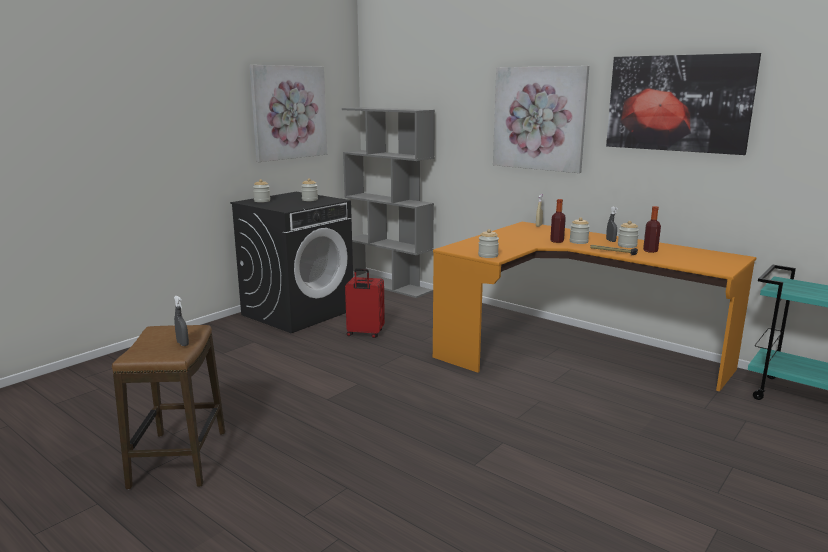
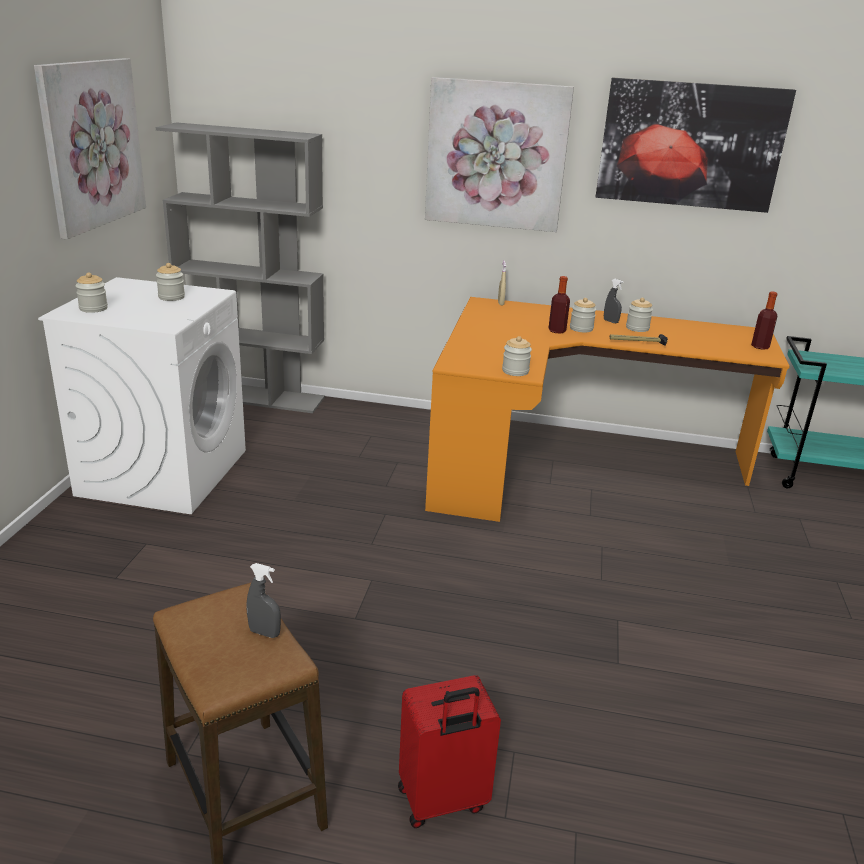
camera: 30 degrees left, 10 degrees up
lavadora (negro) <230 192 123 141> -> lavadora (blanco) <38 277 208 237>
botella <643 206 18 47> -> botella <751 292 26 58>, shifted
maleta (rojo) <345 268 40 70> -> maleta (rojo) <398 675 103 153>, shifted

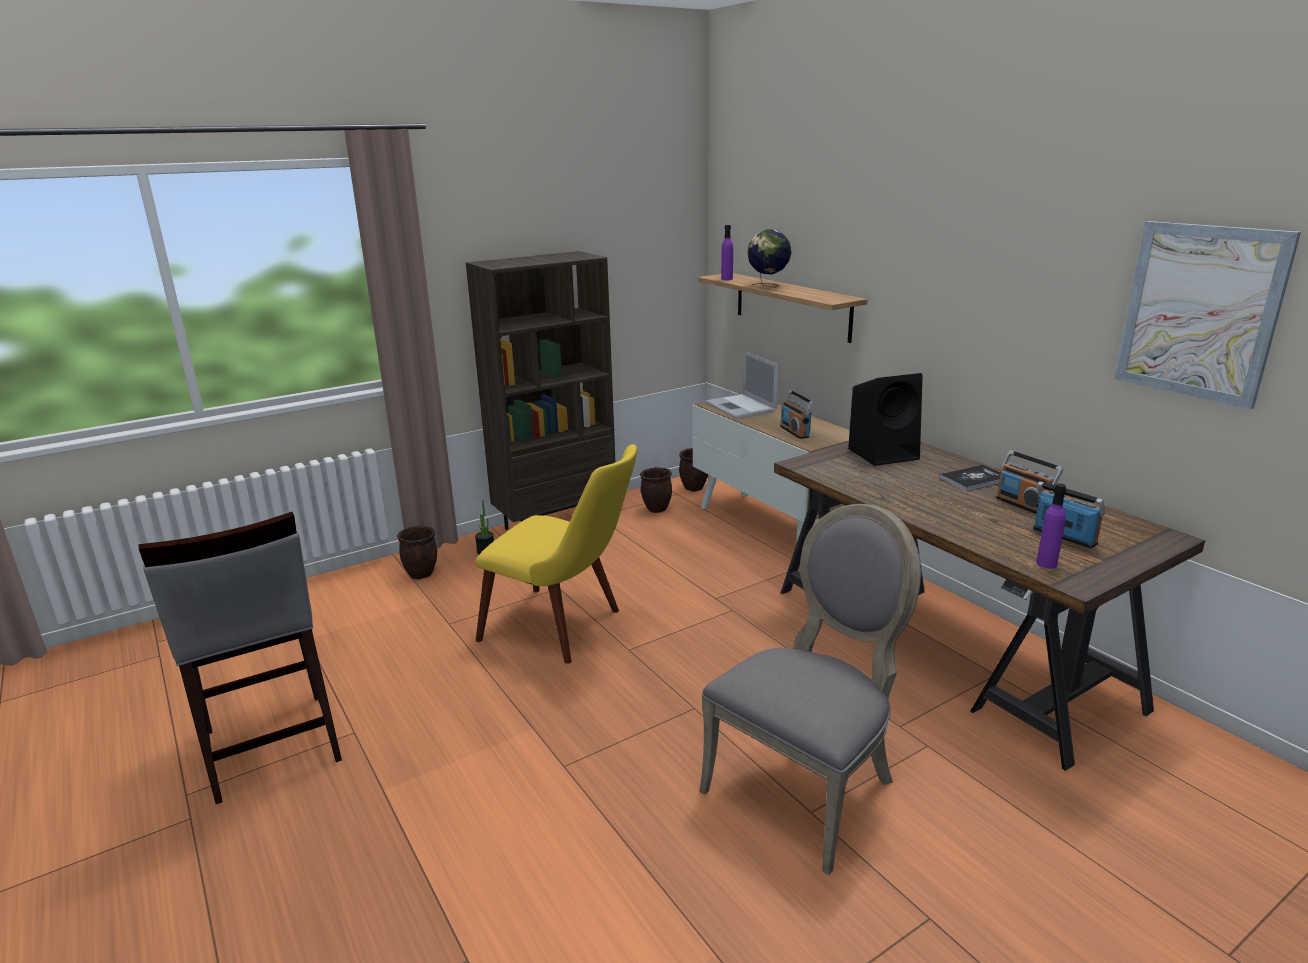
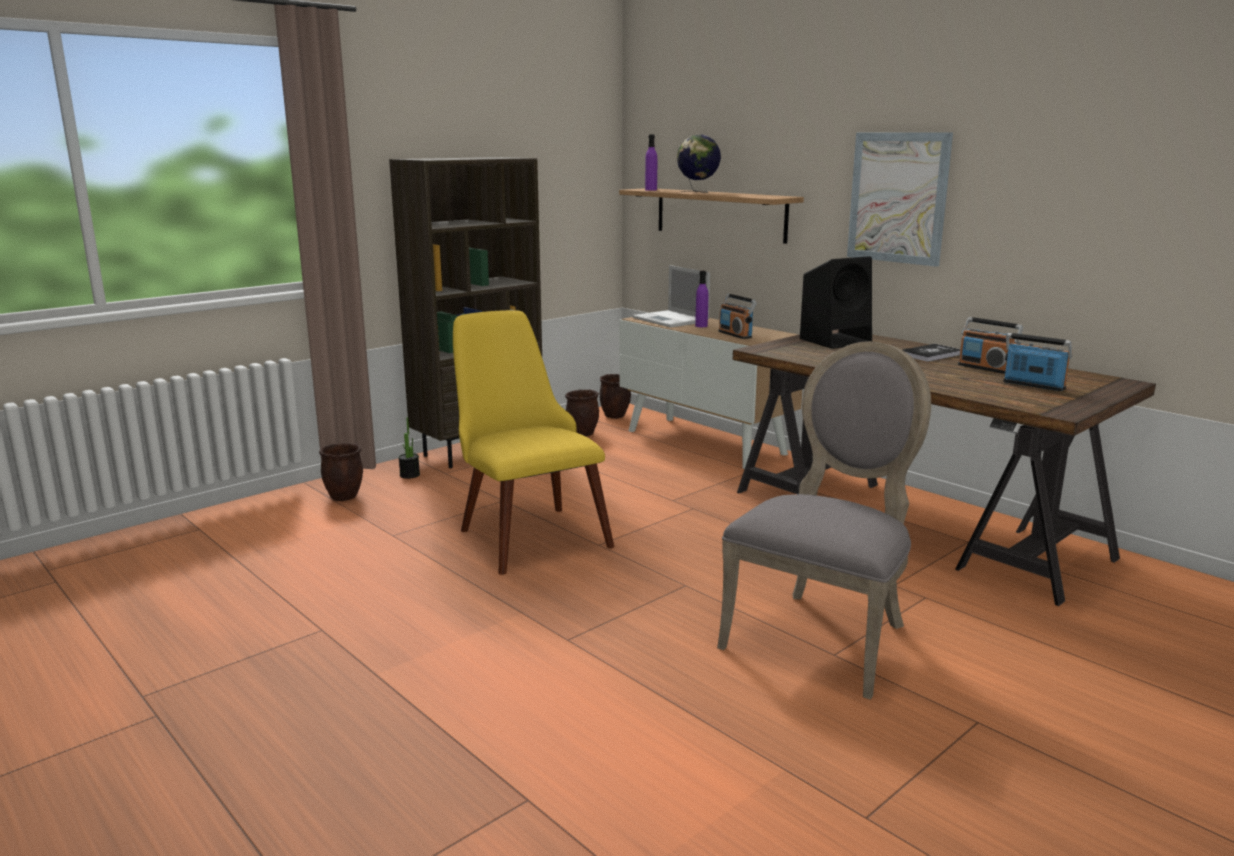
camera: 10 degrees left, 5 degrees down
cuadro <1114 221 187 188> -> cuadro <847 132 106 135>, shifted
silla (amarillo) <475 444 162 220> -> silla (amarillo) <453 310 161 265>, 135 degrees counterclockwise
botella (morado) <1036 483 30 86> -> botella (morado) <695 271 13 56>, shifted
taburete (gris) <139 512 203 292> -> none

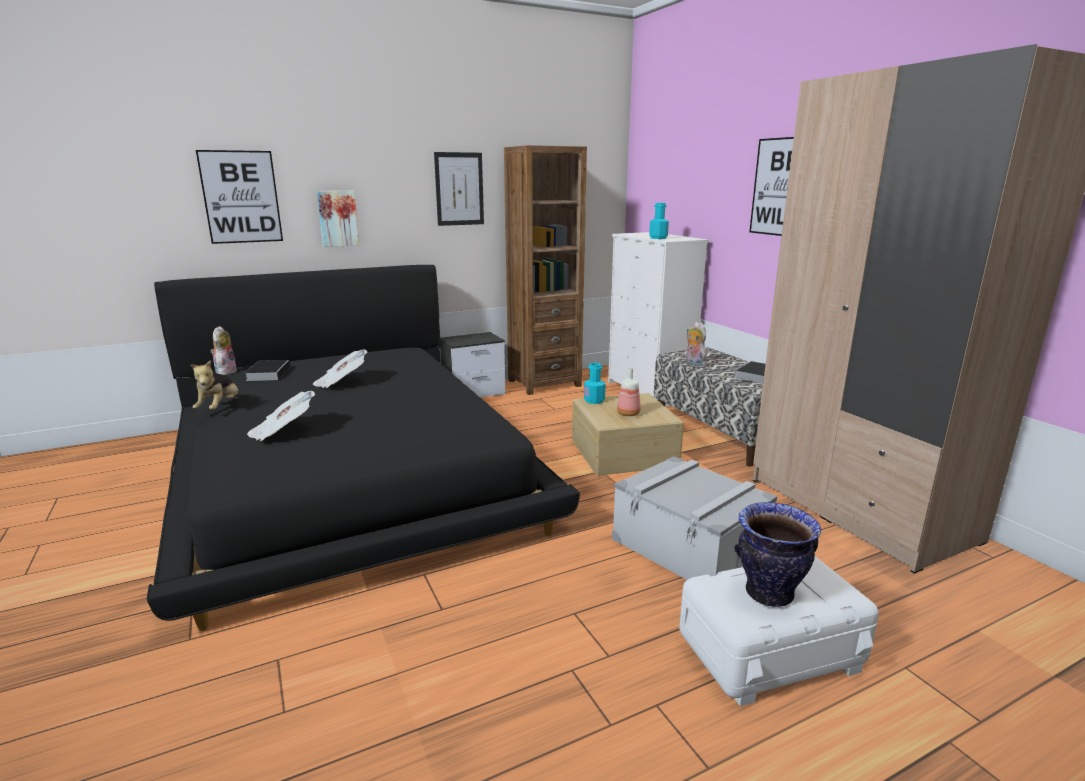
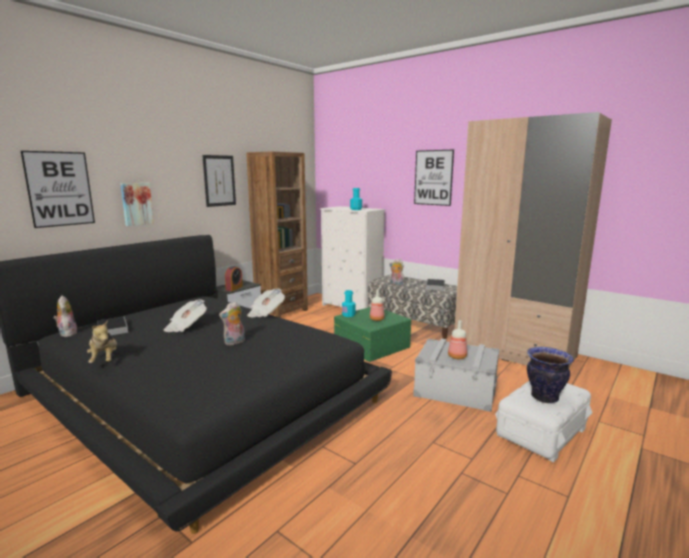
camera: 25 degrees left, 5 degrees down
periódico <247 391 68 51> -> periódico <247 288 38 29>, shifted
caja de almacenaje (beis) <572 393 112 83> -> caja de almacenaje (verde) <334 307 77 55>
none -> despertador <225 266 18 25>
none -> peluche <219 301 26 45>
none -> botella <448 320 19 39>

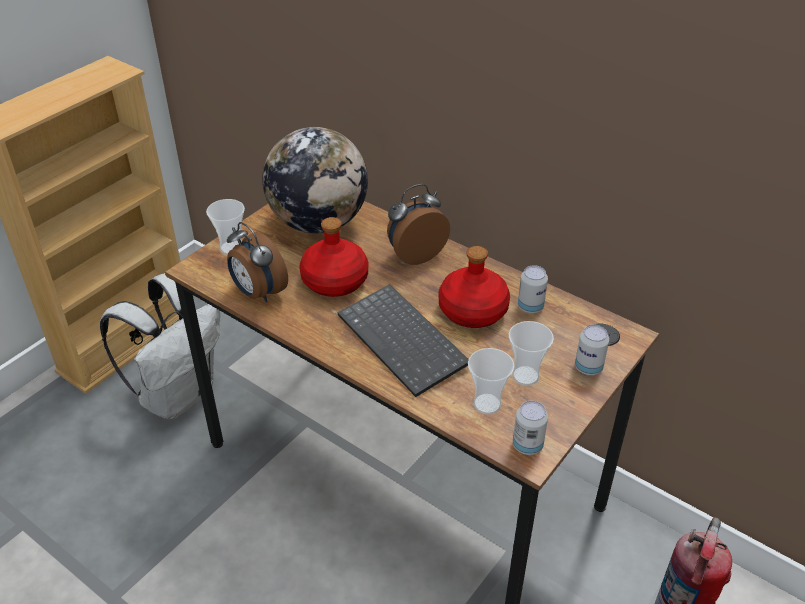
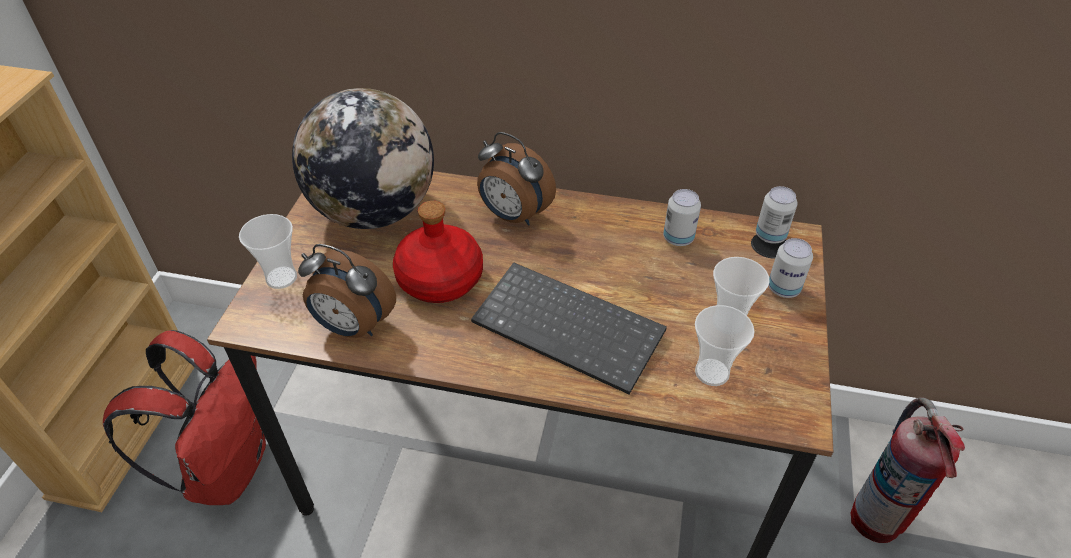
camera: 25 degrees left, 5 degrees up
despertador <387 184 63 81> -> despertador <477 132 79 94>, 90 degrees counterclockwise
botella (rojo) <438 246 72 82> -> none
mochila (blanco) <100 273 120 146> -> mochila (rojo) <103 330 163 175>
lata <513 401 35 54> -> lata <756 186 42 57>, shifted

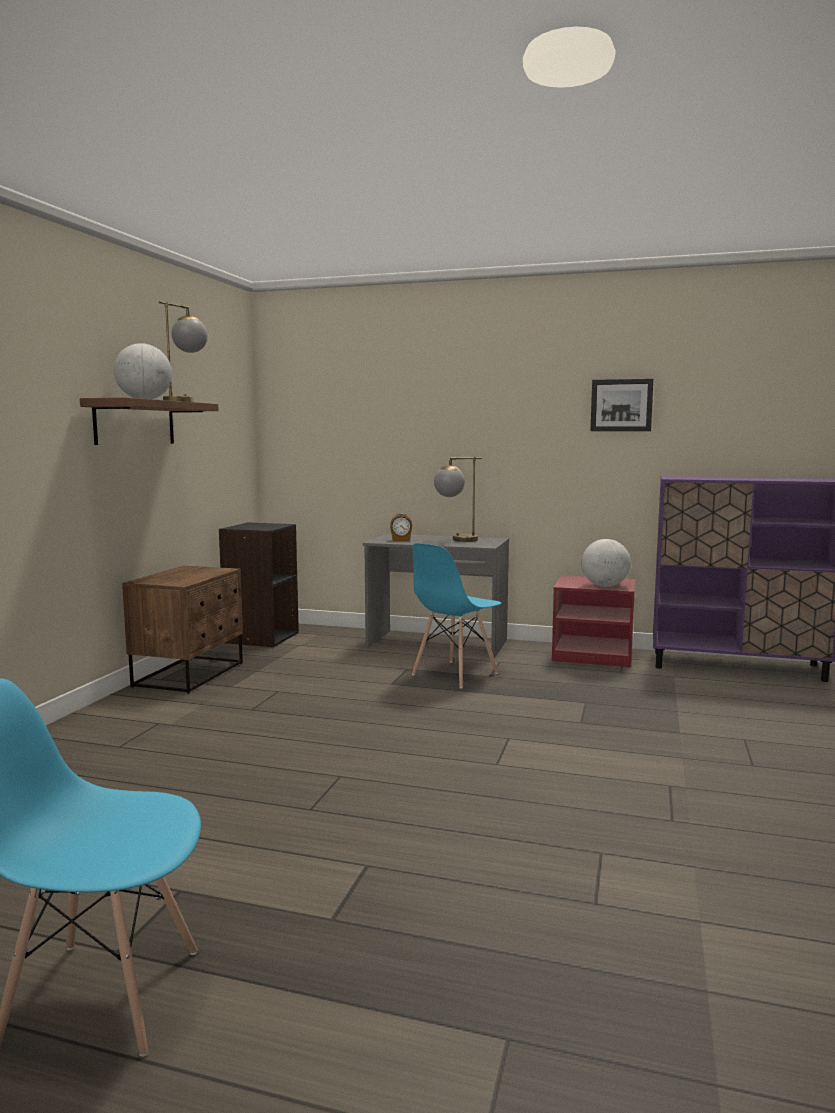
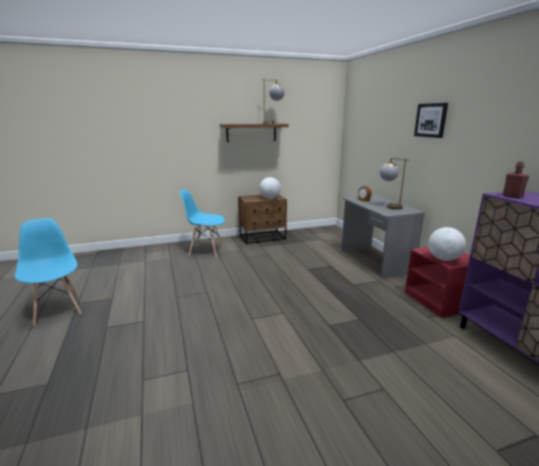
camera: 55 degrees right, 10 degrees up
globo terráqueo <114 343 58 56> -> globo terráqueo <259 177 22 22>, shifted
cuadro <590 379 63 52> -> cuadro <414 103 34 35>, shifted
estantería (negro) <219 522 80 125> -> none
silla (azul) <412 543 89 145> -> silla (azul) <180 189 45 68>, shifted
none -> botella (rojo) <502 161 27 38>

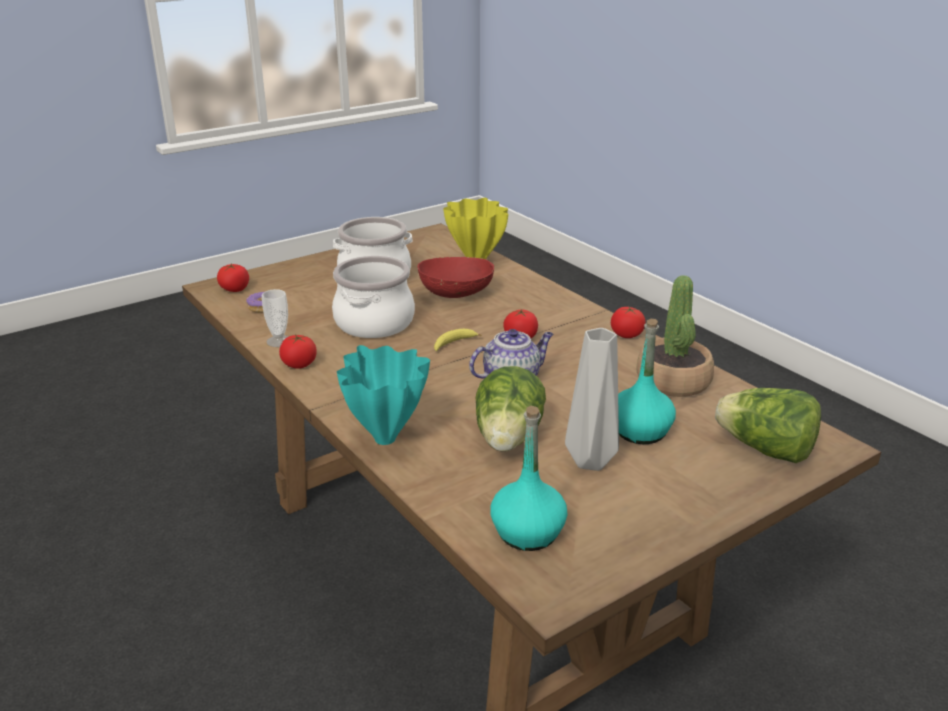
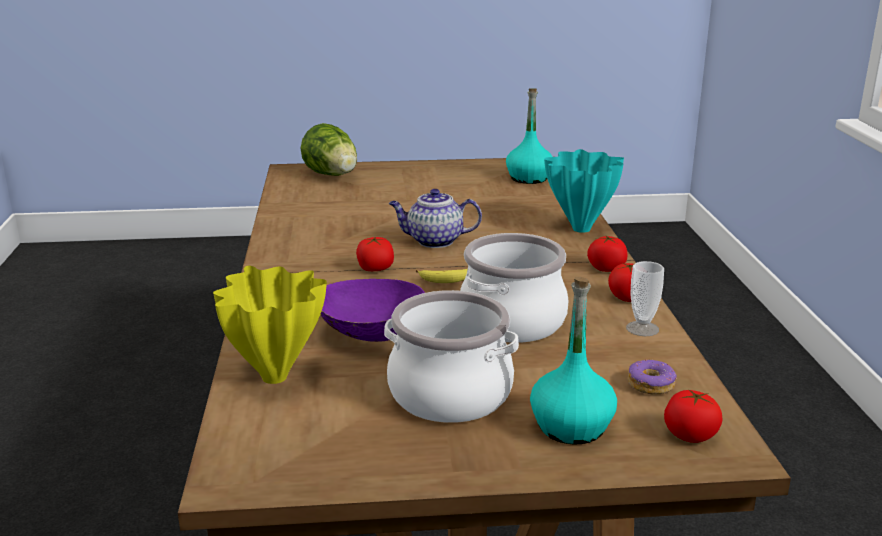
camera: 150 degrees left, 5 degrees down
cuenco (rojo) <417 257 77 41> -> cuenco (morado) <320 279 105 63>
planta en maceta <637 275 77 122> -> none
tomate <611 307 35 31> -> tomate <587 236 41 36>, shifted
botella (turquesa) <618 319 58 125> -> botella (turquesa) <530 277 87 167>, shifted
florero (gris) <565 328 54 143> -> none
lechuga <476 366 70 85> -> none

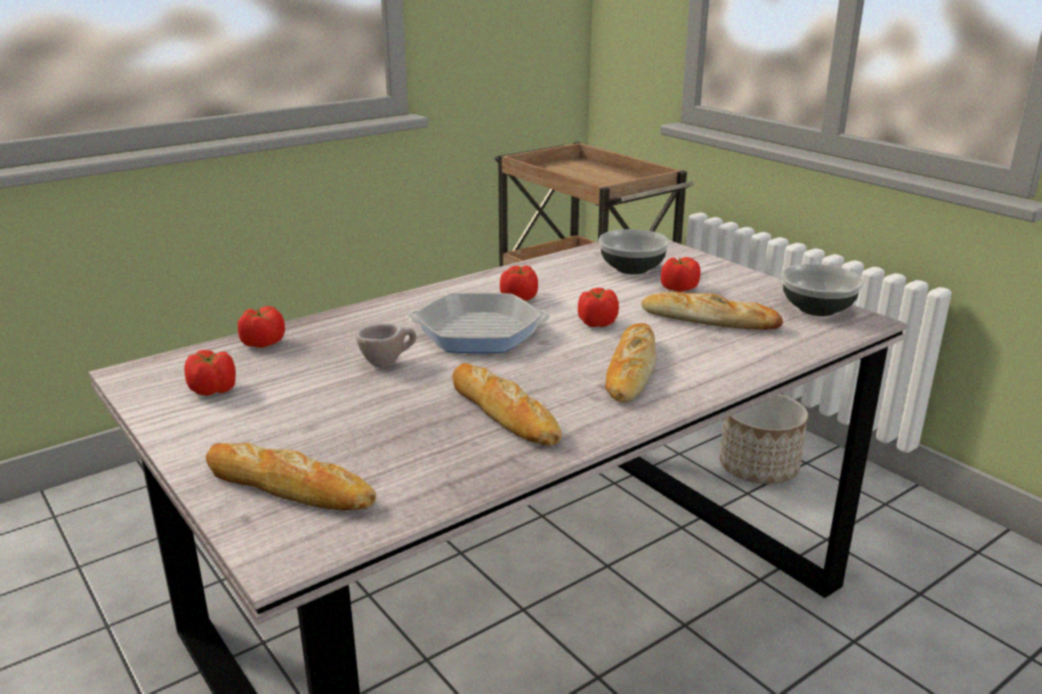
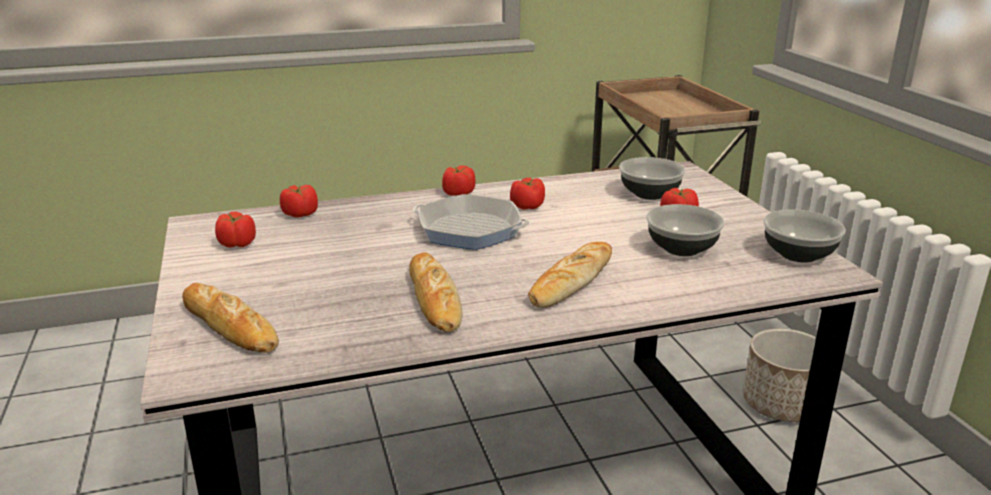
camera: 20 degrees right, 0 degrees up
tomate <578 288 41 39> -> tomate <442 165 33 31>, shifted
pan <641 292 142 38> -> cuenco <646 204 79 52>
taza (beis) <356 323 61 44> -> none

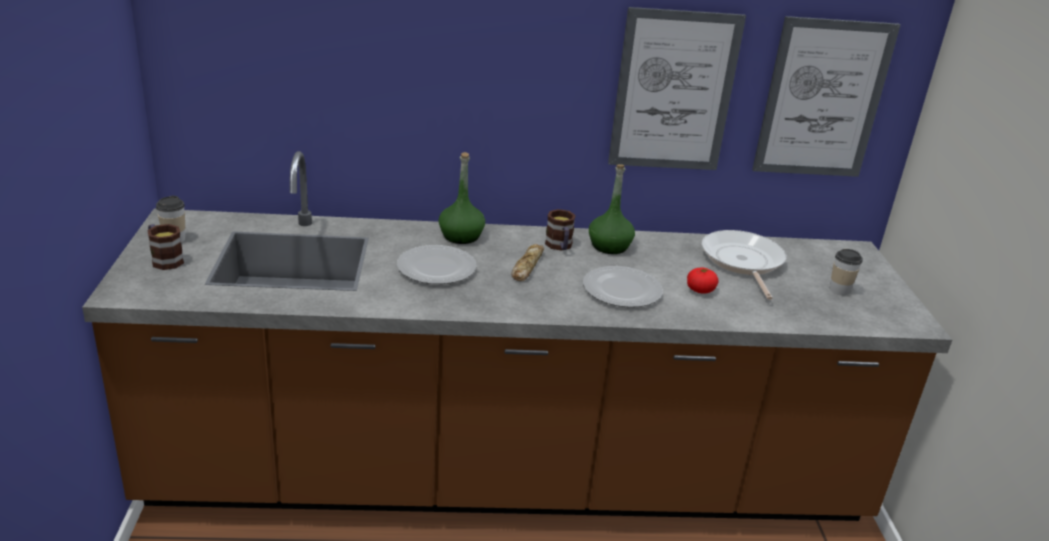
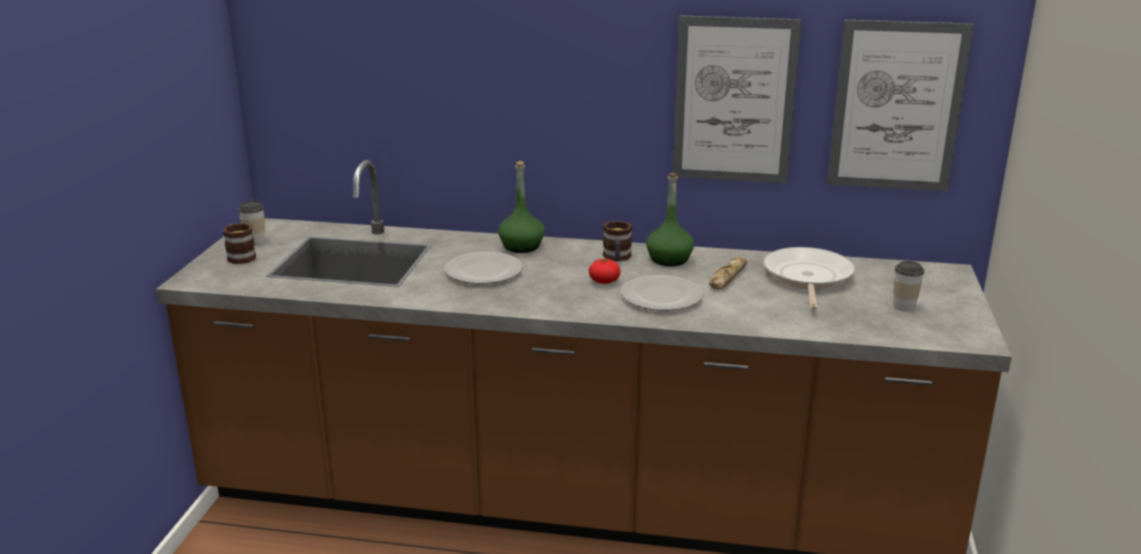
camera: 15 degrees right, 5 degrees down
pan <511 244 33 37> -> pan <709 257 38 32>, shifted
tomate <687 268 31 26> -> tomate <589 258 32 26>, shifted

